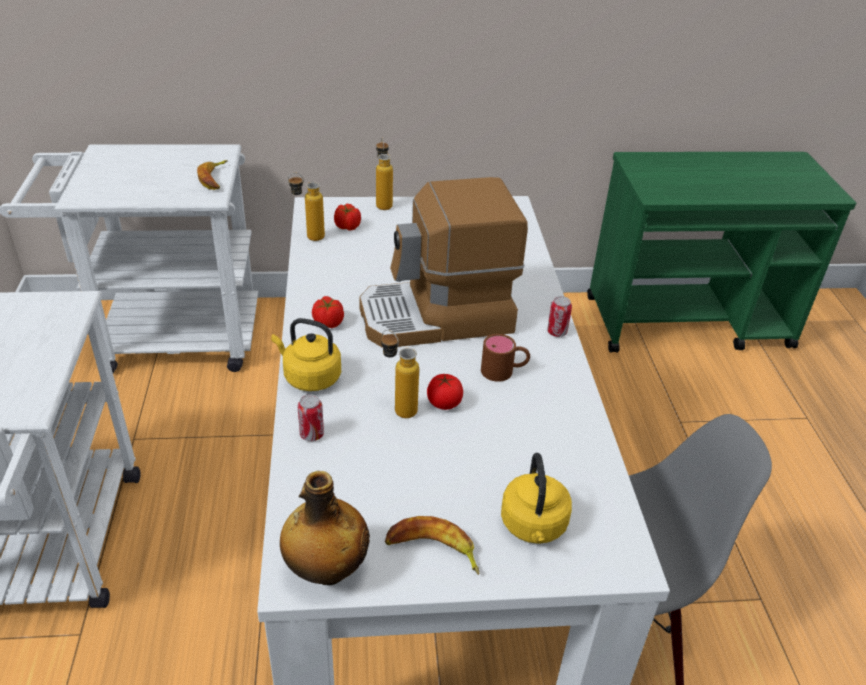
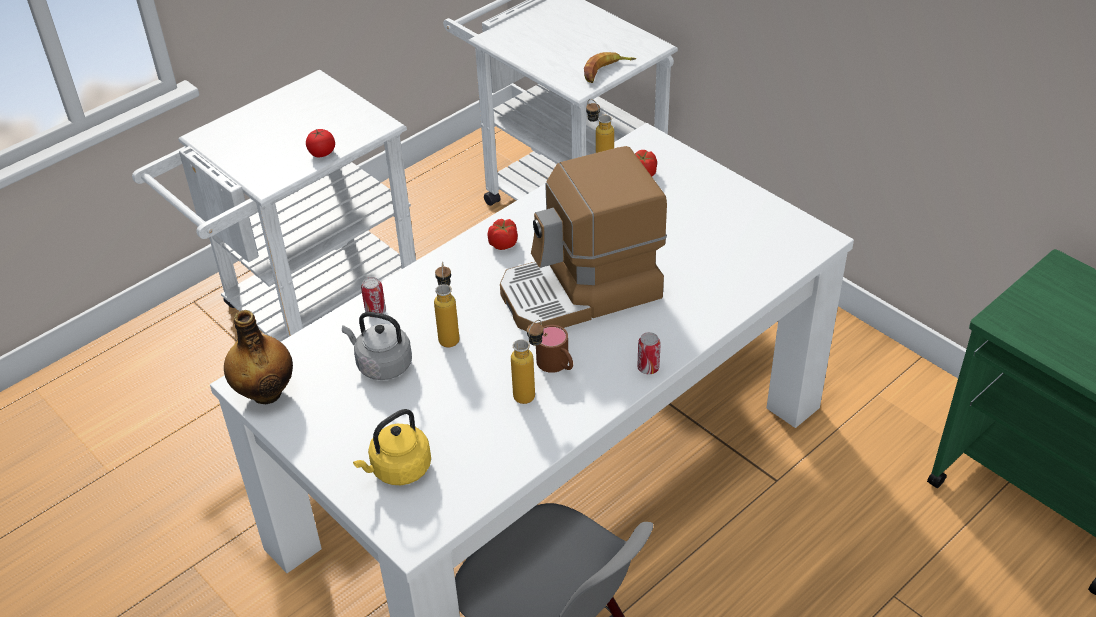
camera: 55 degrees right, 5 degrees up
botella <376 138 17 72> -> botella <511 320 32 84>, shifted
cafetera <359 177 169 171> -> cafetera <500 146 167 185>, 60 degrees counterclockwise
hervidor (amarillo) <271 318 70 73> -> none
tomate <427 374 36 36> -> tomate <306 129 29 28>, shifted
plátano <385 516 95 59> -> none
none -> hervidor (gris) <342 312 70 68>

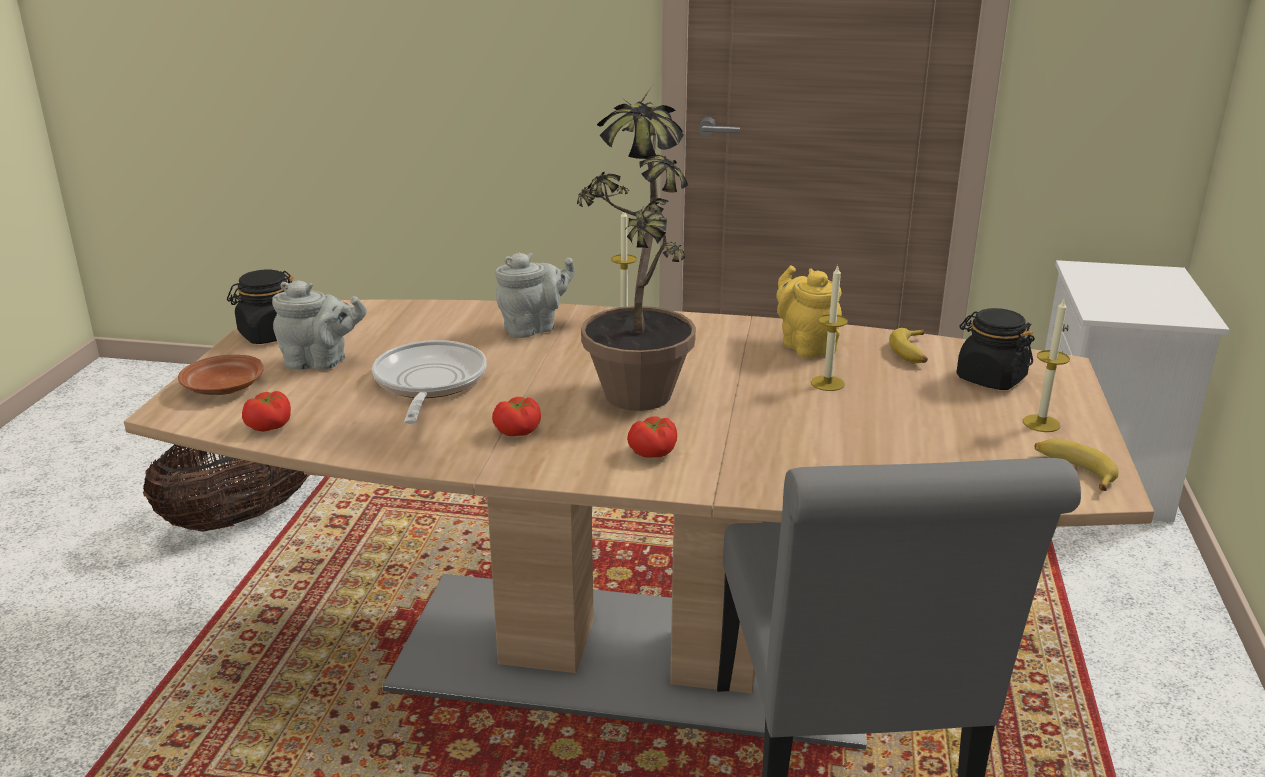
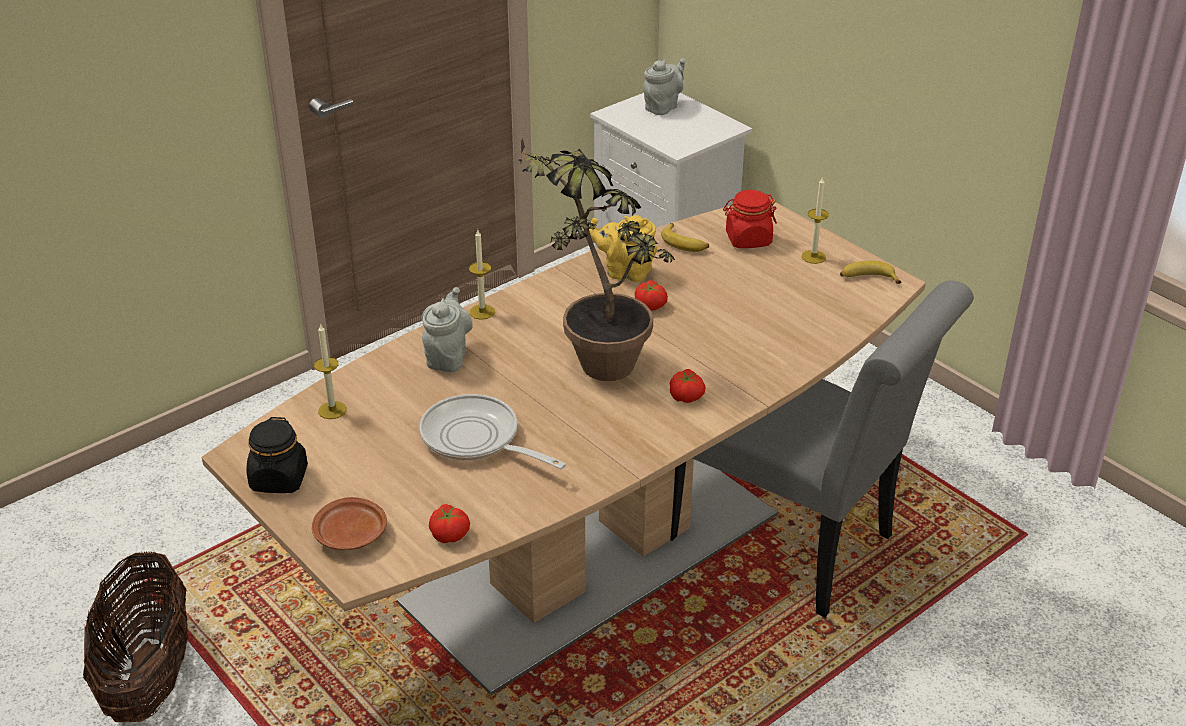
camera: 50 degrees left, 10 degrees up
vela <811 265 37 126> -> vela <314 324 33 95>, shifted
tetera (gris) <272 280 95 90> -> tetera (gris) <643 59 42 56>, shifted
tarro (negro) <957 308 78 82> -> tarro (rojo) <723 190 54 58>
tomate <492 397 49 39> -> tomate <635 280 33 31>, shifted

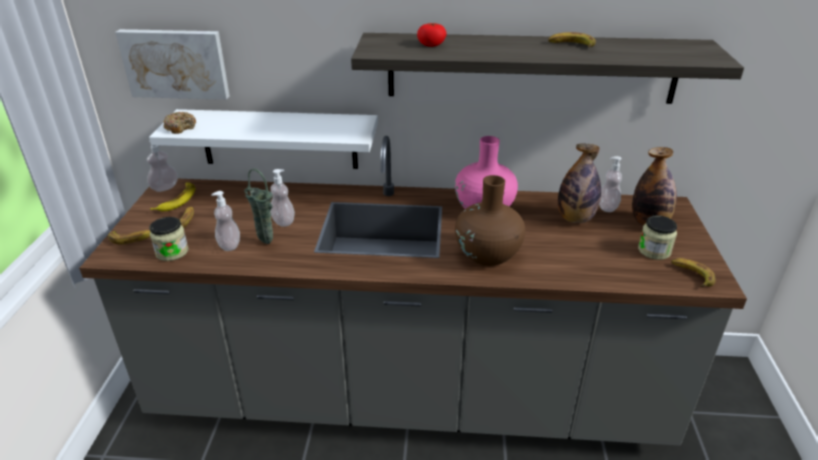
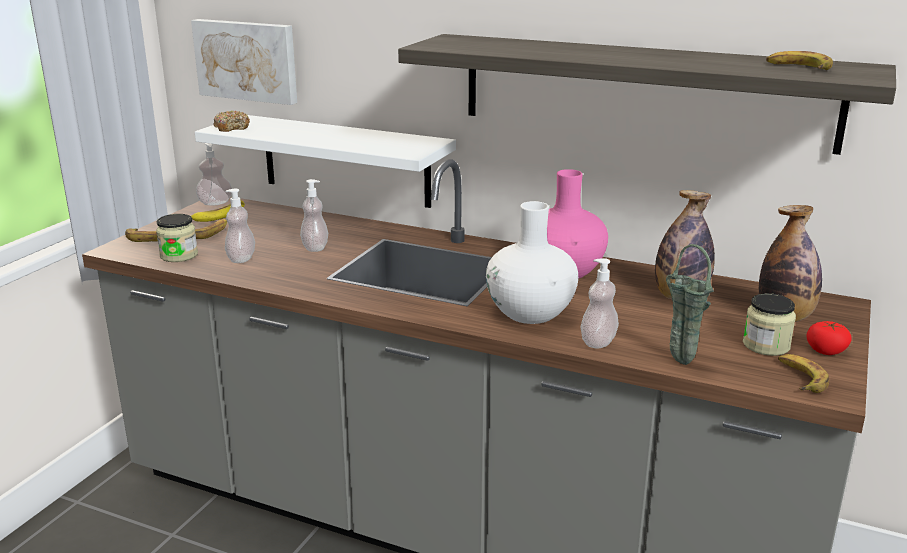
camera: 20 degrees right, 10 degrees down
tomate <417 23 30 24> -> tomate <806 321 46 34>, shifted
plátano <548 32 48 15> -> plátano <766 51 67 19>, shifted
dispensador de jabón <599 156 23 56> -> dispensador de jabón <580 258 39 90>, shifted
florero (verde) <244 169 29 75> -> florero (verde) <666 244 48 121>, shifted
florero (marrón) <455 175 70 91> -> florero (blanco) <486 201 92 123>

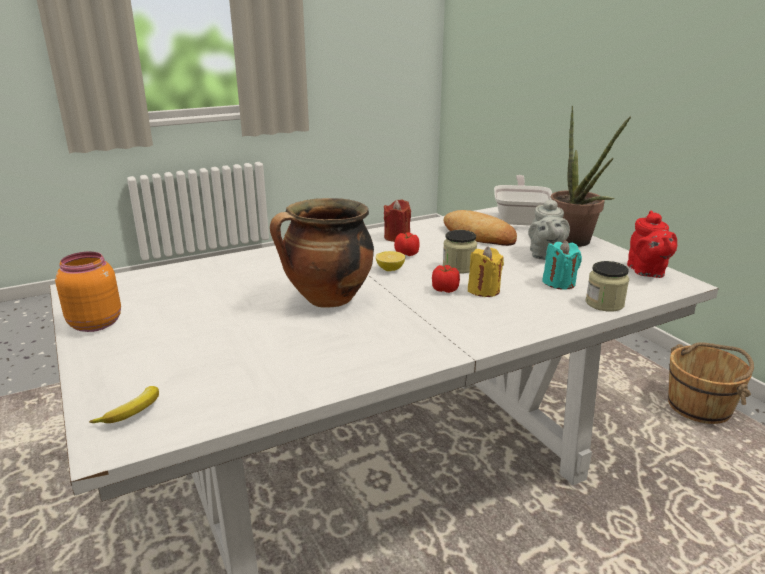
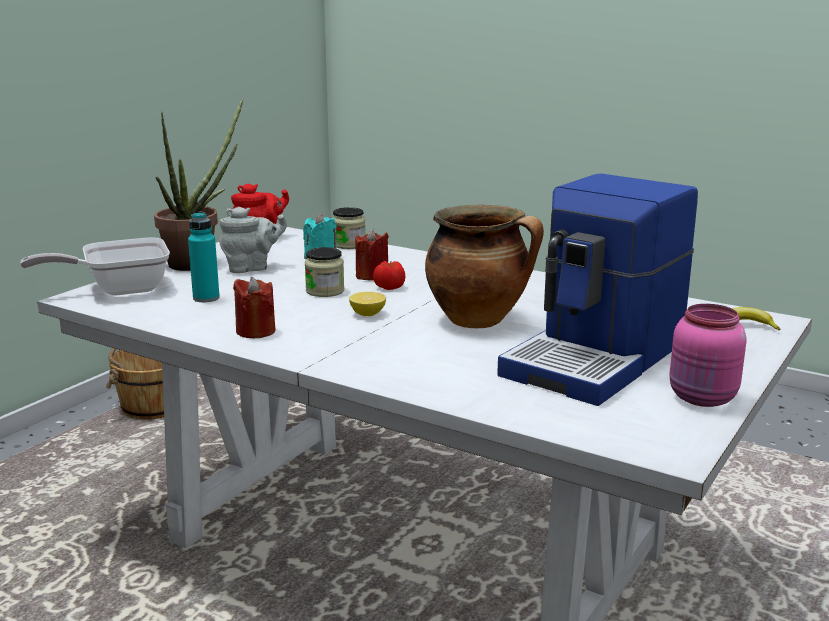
camera: 120 degrees left, 5 degrees down
pan <443 210 74 36> -> botella (turquesa) <188 212 32 90>
tomate <394 232 26 24> -> none
vela (amarillo) <468 247 36 50> -> vela (rojo) <355 228 34 53>
tarro (naranja) <55 252 66 80> -> tarro (rosa) <670 304 77 103>
none -> cafetera <497 173 201 233>

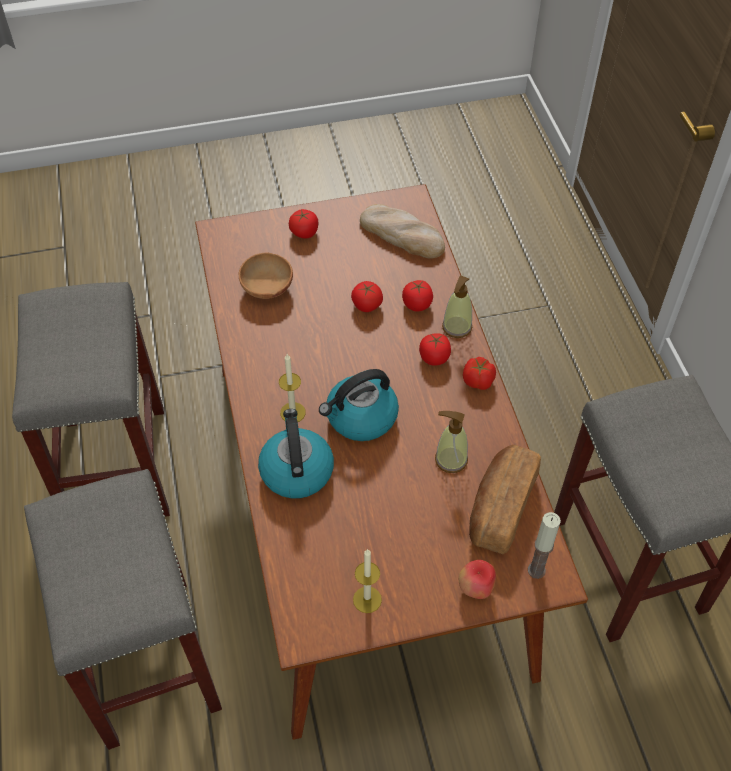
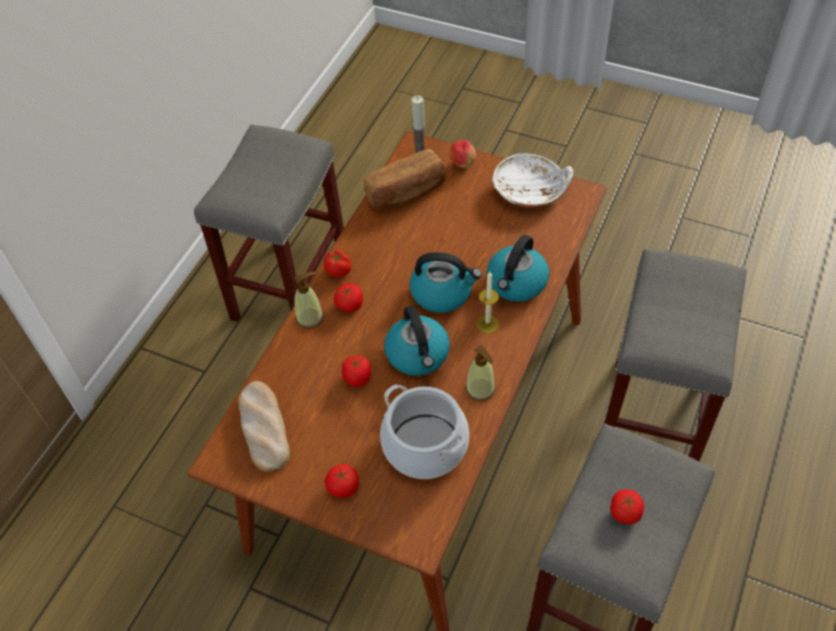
camera: 140 degrees left, 0 degrees up
cuenco (marrón) <239 253 54 46> -> olla <380 384 89 95>
tomate <402 280 31 31> -> tomate <611 490 33 34>, shifted
dispensador de jabón <435 411 33 62> -> dispensador de jabón <466 345 29 56>, shifted
vela <353 549 29 64> -> cuenco (blanco) <492 154 81 53>
none -> hervidor <384 306 66 70>

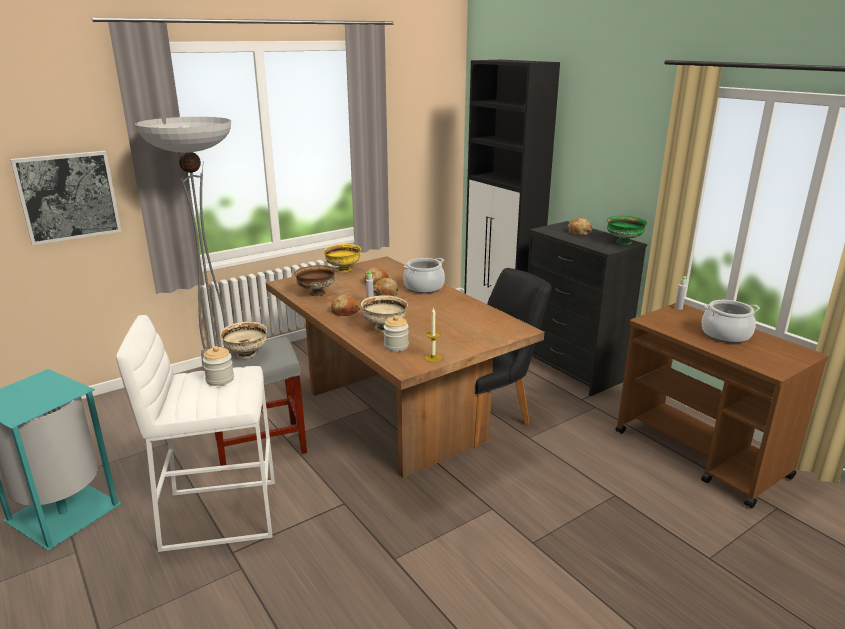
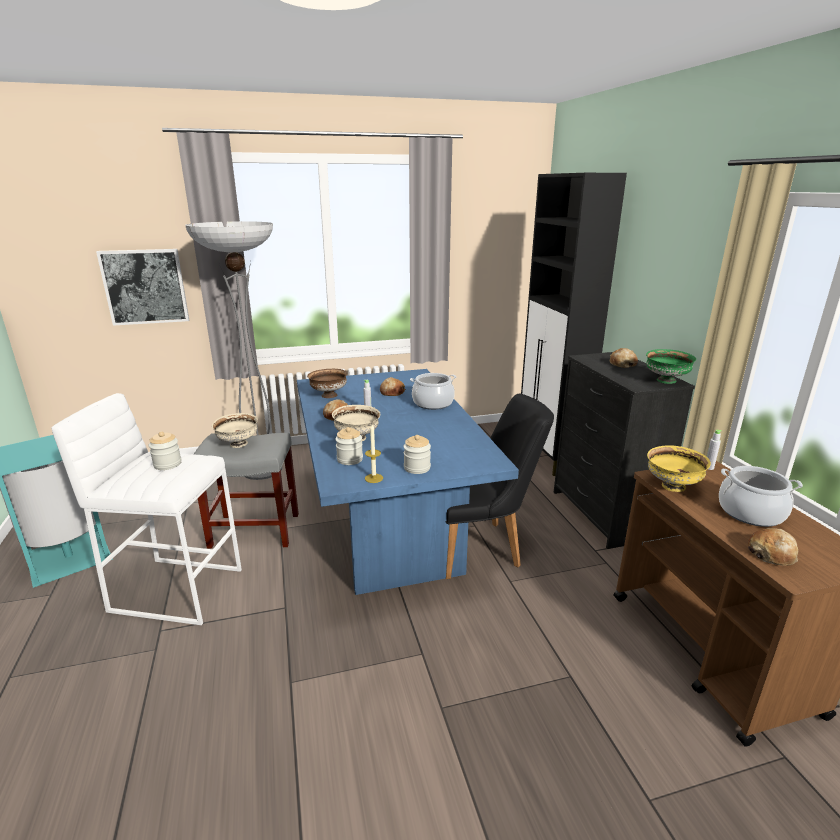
camera: 20 degrees right, 0 degrees up
cuenco (amarillo) <323 244 38 28> -> cuenco (amarillo) <647 445 64 47>, shifted
mesa de comedor (marrón) <266 256 278 222> -> mesa de comedor (azul) <297 369 222 226>
pan <373 278 26 18> -> pan <748 528 50 38>, shifted
none -> tarro <403 435 28 39>

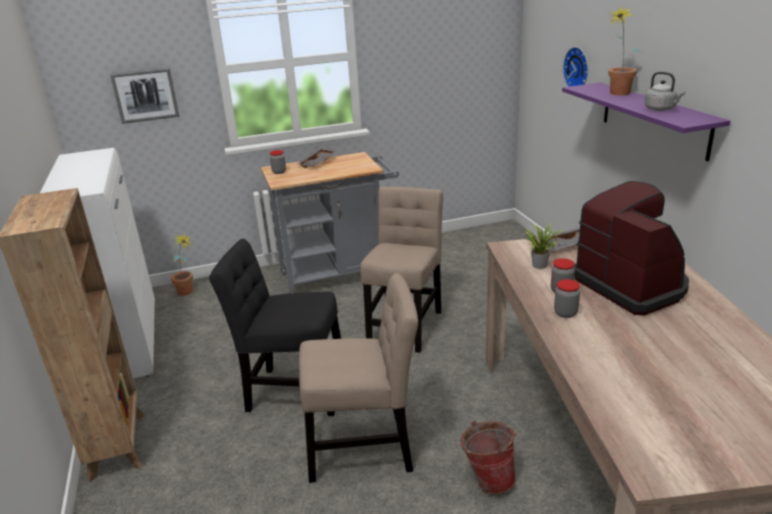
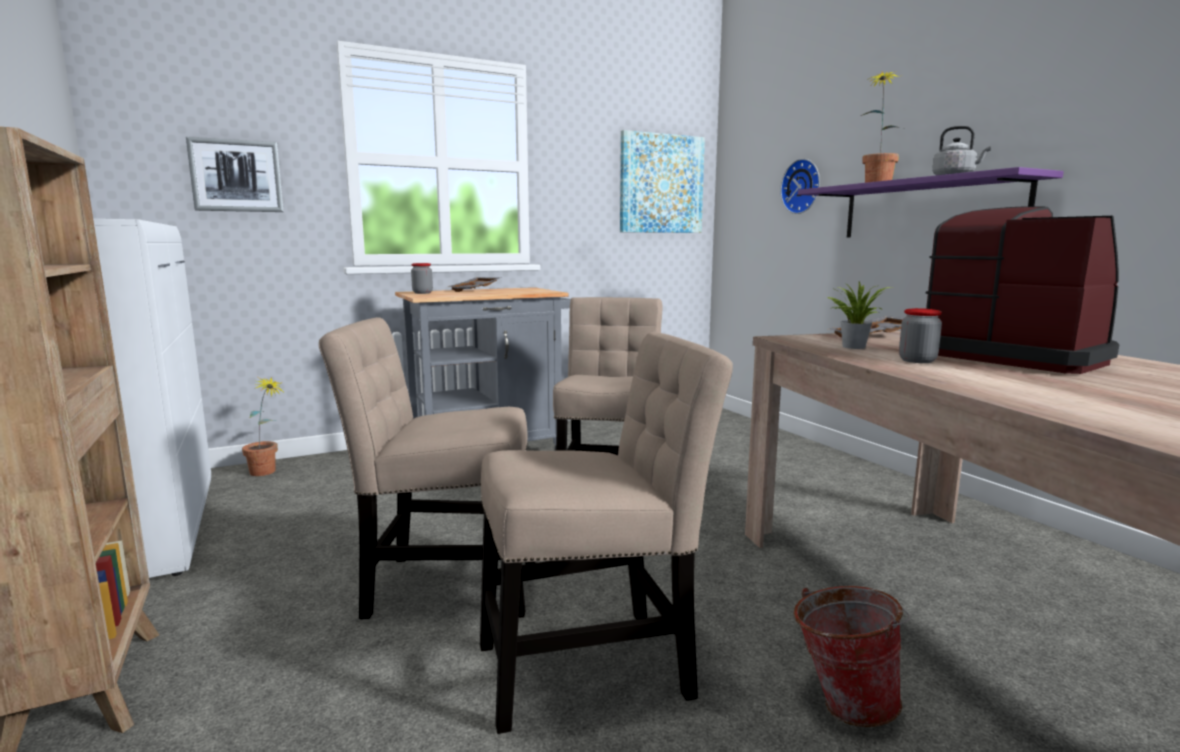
camera: 10 degrees left, 15 degrees down
silla (negro) <209 239 132 177> -> silla (beis) <319 317 216 302>
tarro <554 279 26 39> -> none
none -> cuadro <620 130 85 103>

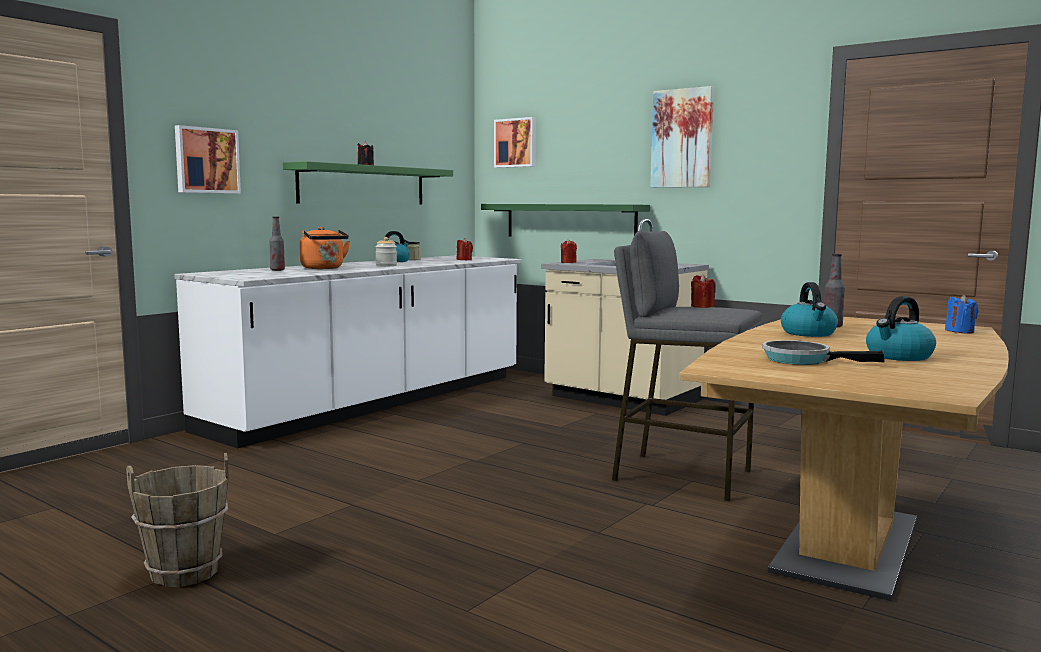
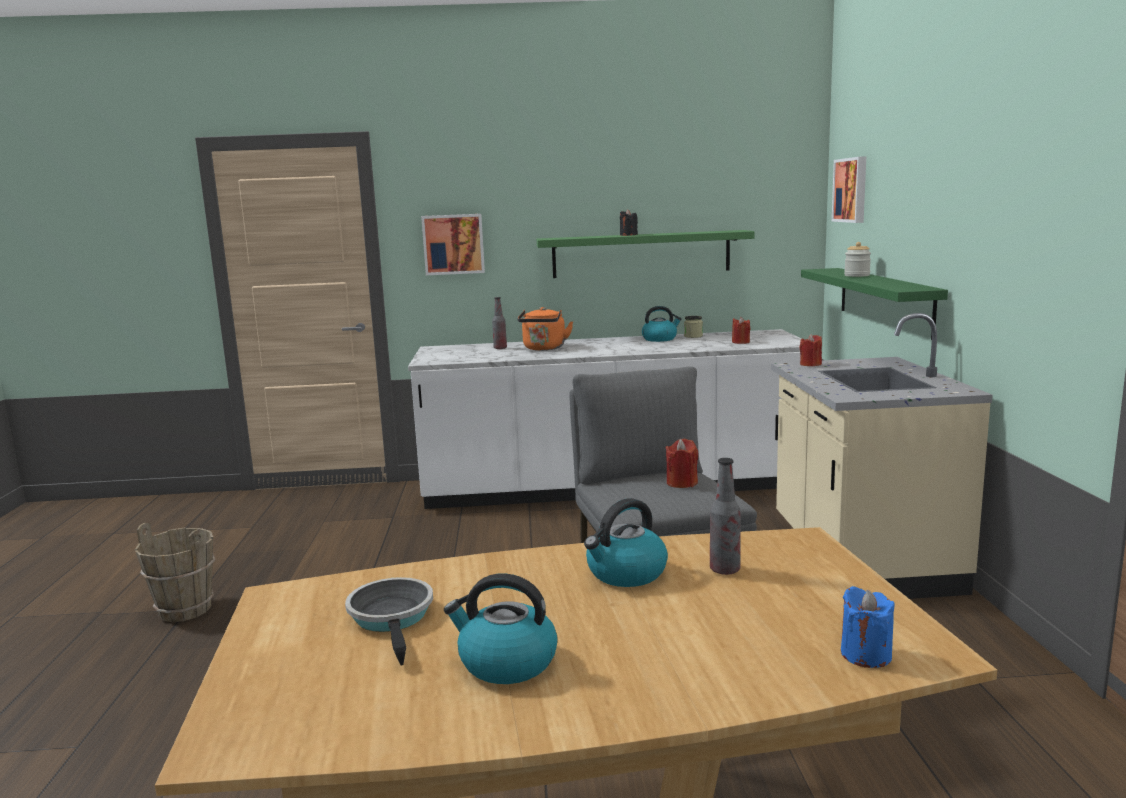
camera: 50 degrees right, 5 degrees up
cuadro <650 86 64 102> -> none
tarro <375 237 22 29> -> tarro <844 242 27 35>, shifted

